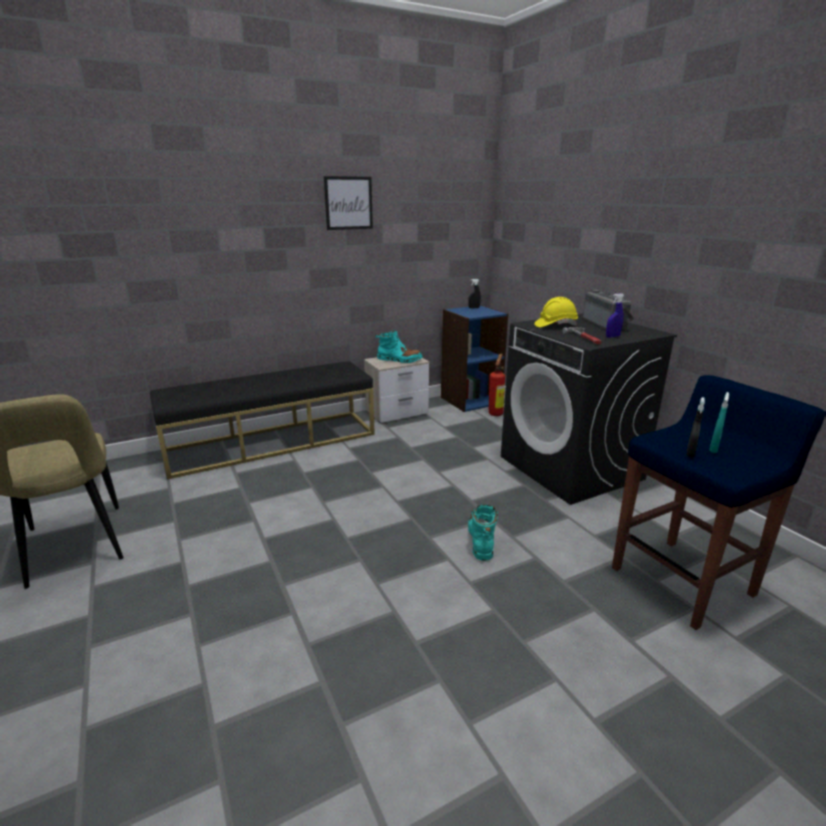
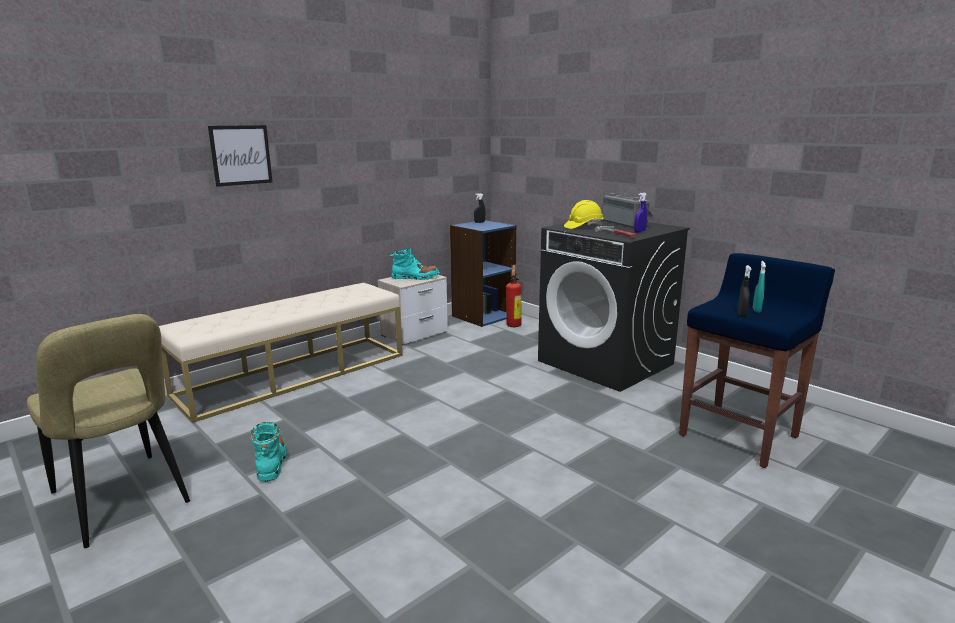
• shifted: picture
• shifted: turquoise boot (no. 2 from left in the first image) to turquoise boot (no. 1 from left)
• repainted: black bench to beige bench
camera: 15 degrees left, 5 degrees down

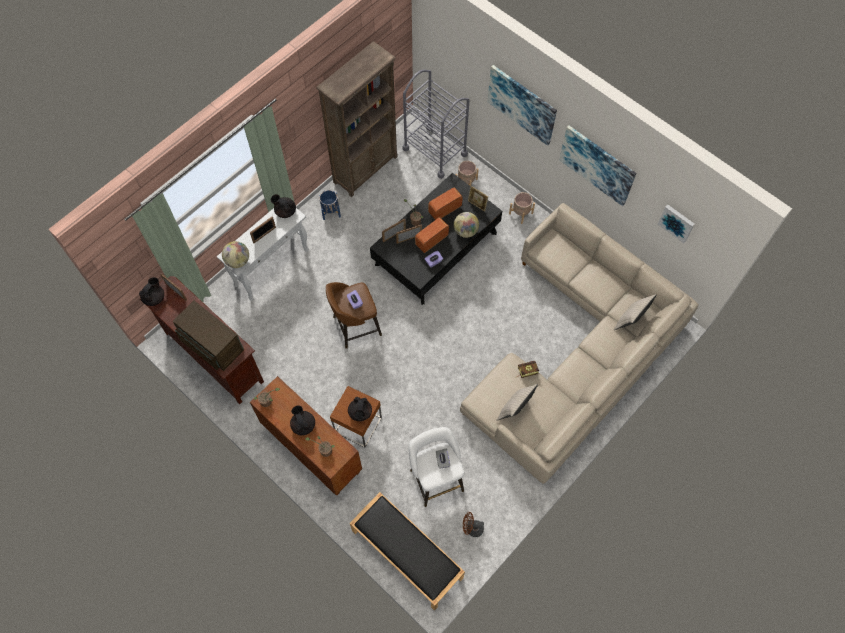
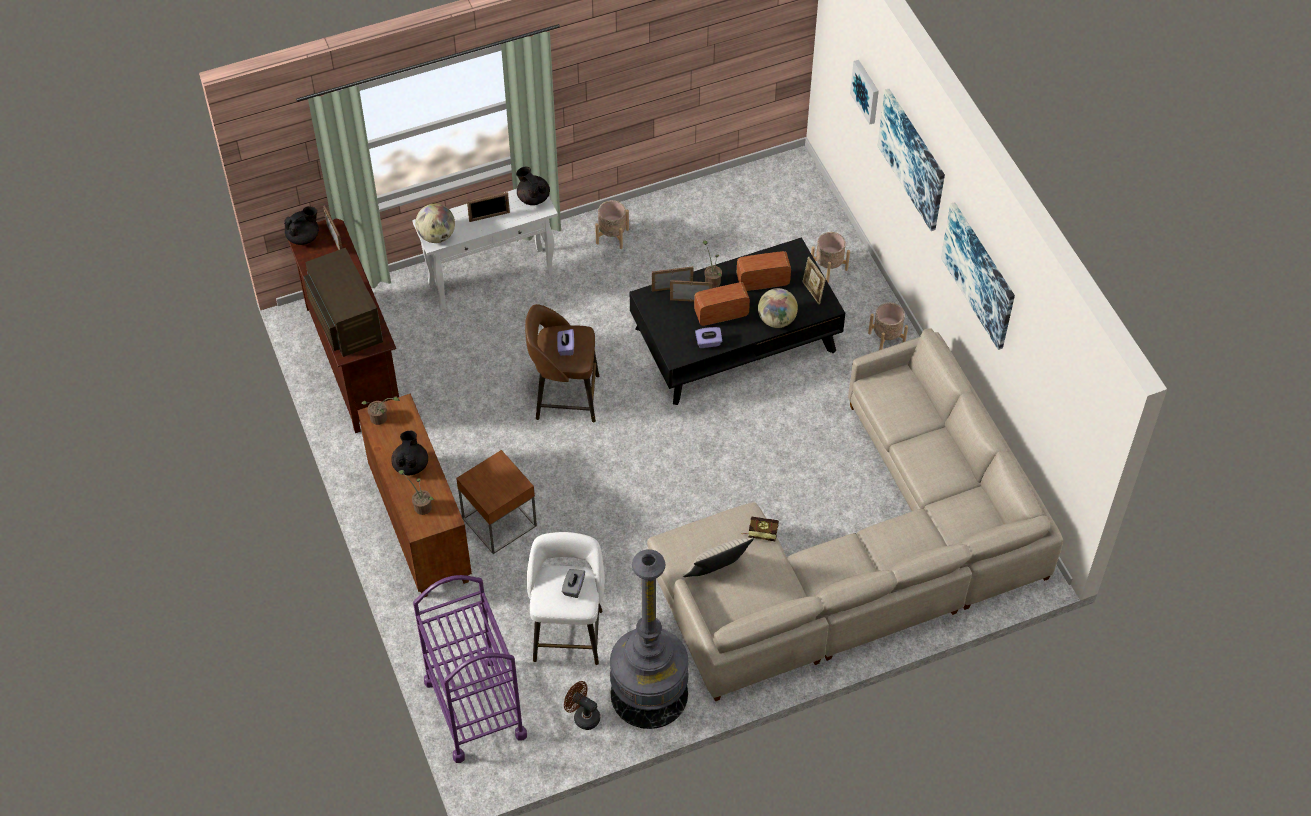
• gone: brown bookcase
• gone: black teapot (no. 4 from left)
• gone: grey cart
• gone: beige pillow (no. 2 from left)
• new: grey floor lamp
• shifted: picture (no. 3 from left in the first image) to picture (no. 1 from left)
• swapped: black bench to purple cart
• repainted: blue planter to beige planter (no. 1 from left)
camera: 25 degrees right, 10 degrees down

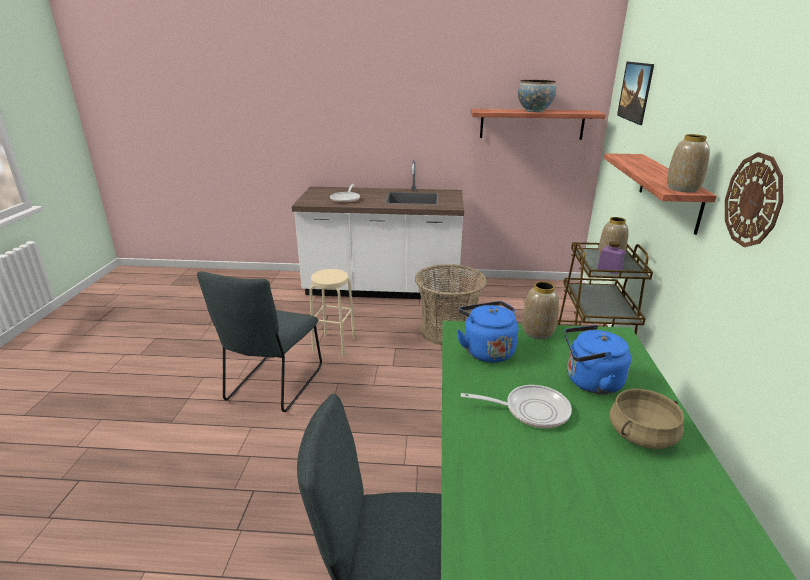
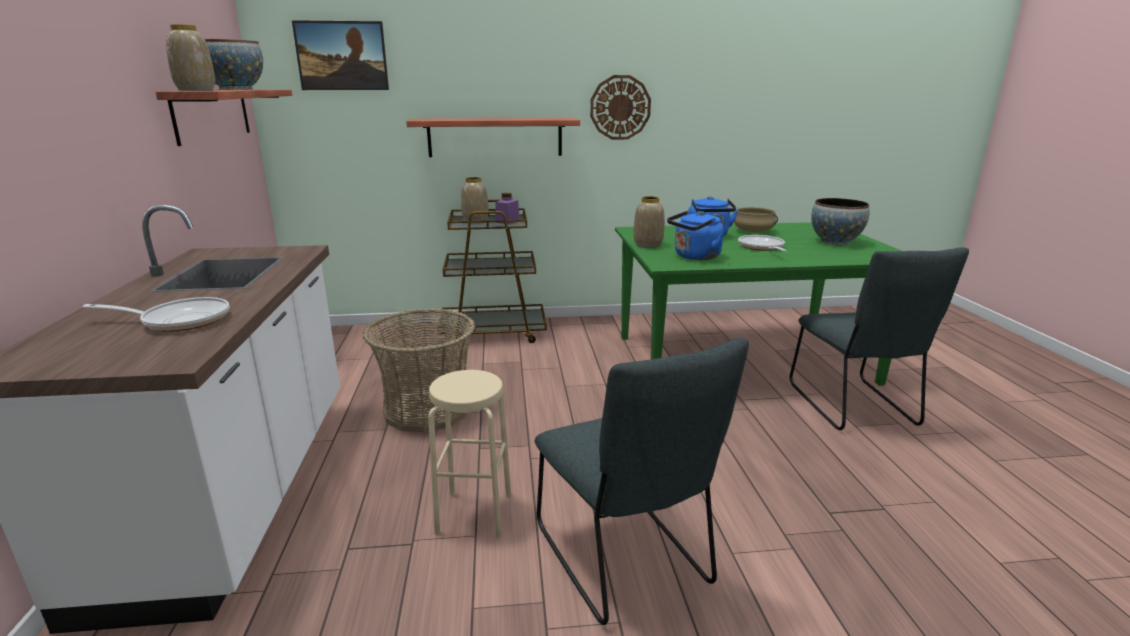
• new: bowl (no. 2 from left)
• shifted: vase (no. 3 from left in the first image) to vase (no. 1 from left)
• rotated: grey chair (no. 1 from left) 60 degrees clockwise
camera: 100 degrees left, 5 degrees down

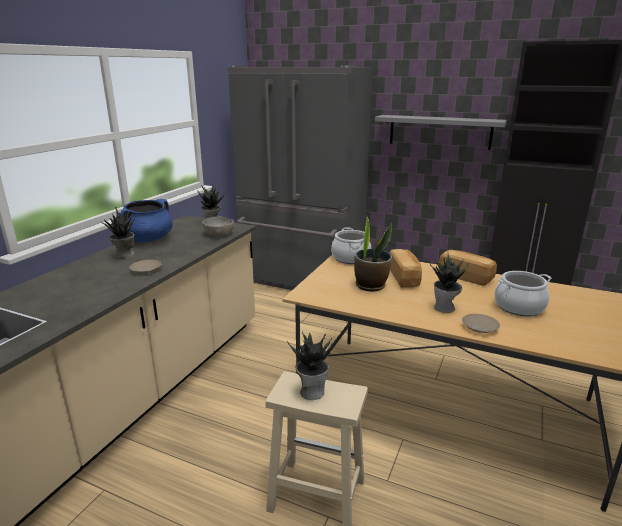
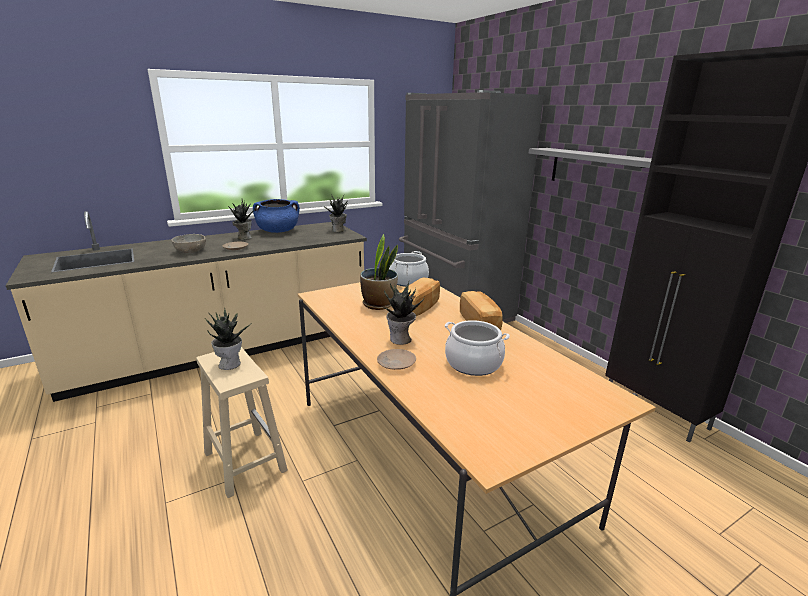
• shifted: grey bowl
camera: 35 degrees right, 0 degrees up

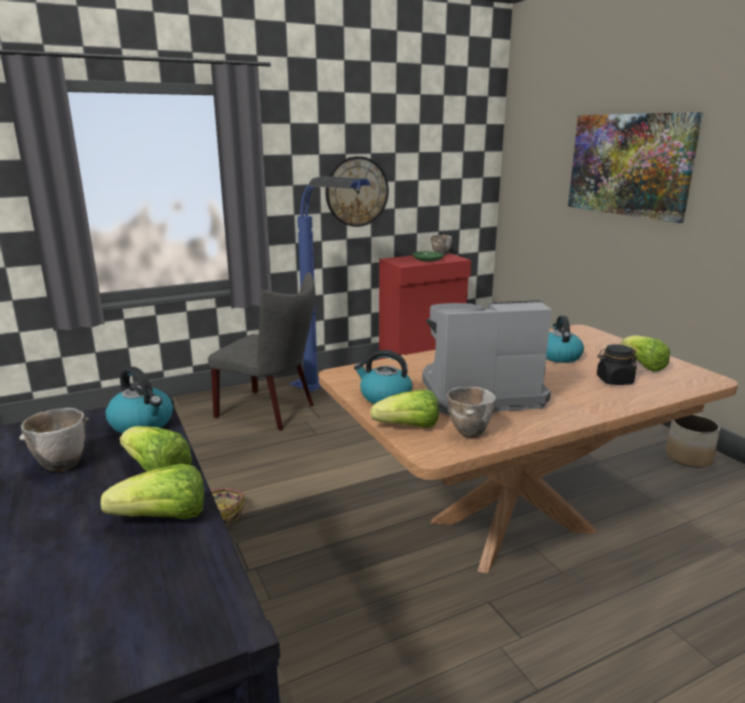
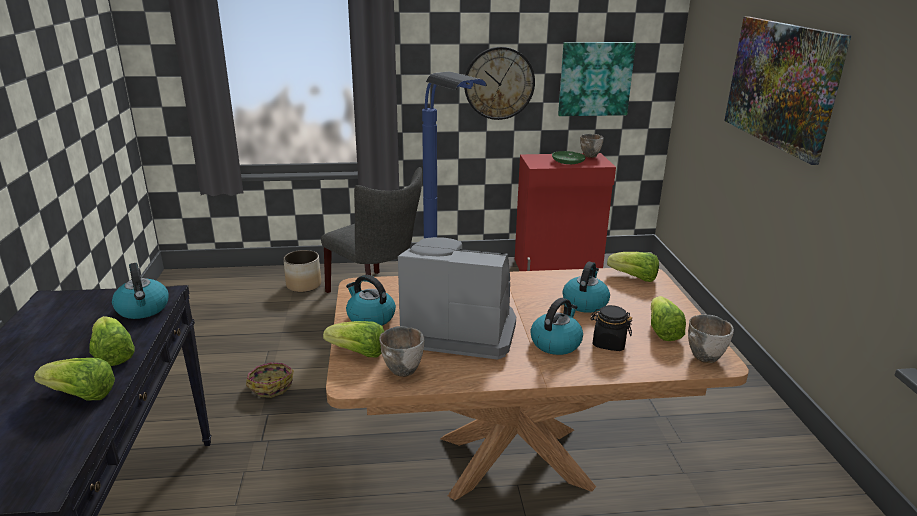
• new: kettle (no. 3 from left)
• new: picture (no. 1 from left)
• new: lettuce (no. 4 from left)
• shifted: bowl (no. 1 from left in the first image) to bowl (no. 3 from left)
• shifted: planter
camera: 20 degrees right, 5 degrees up

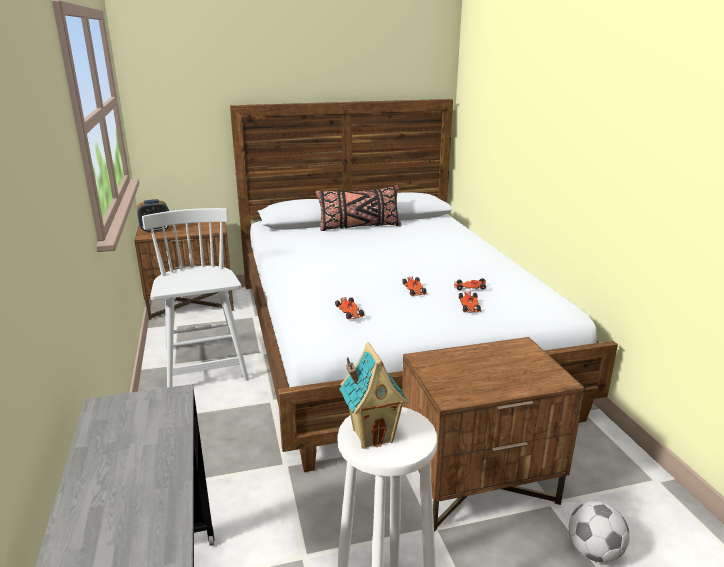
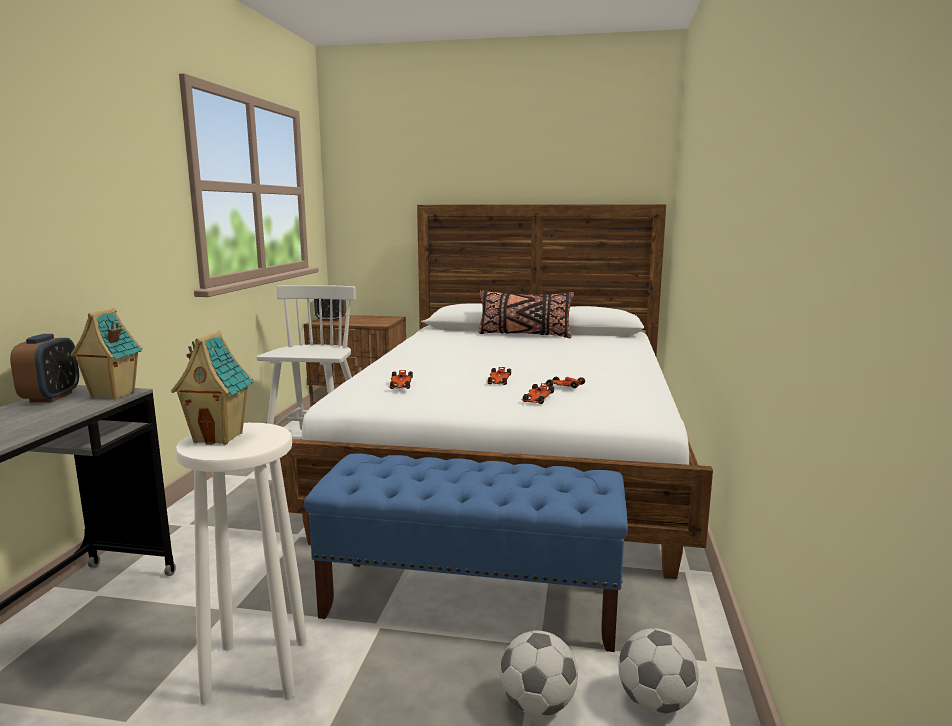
• new: alarm clock (no. 1 from left)
• new: toy house (no. 1 from left)
• new: football (no. 2 from left)
• swapped: brown nightstand (no. 2 from left) to blue bench
camera: 25 degrees right, 10 degrees down

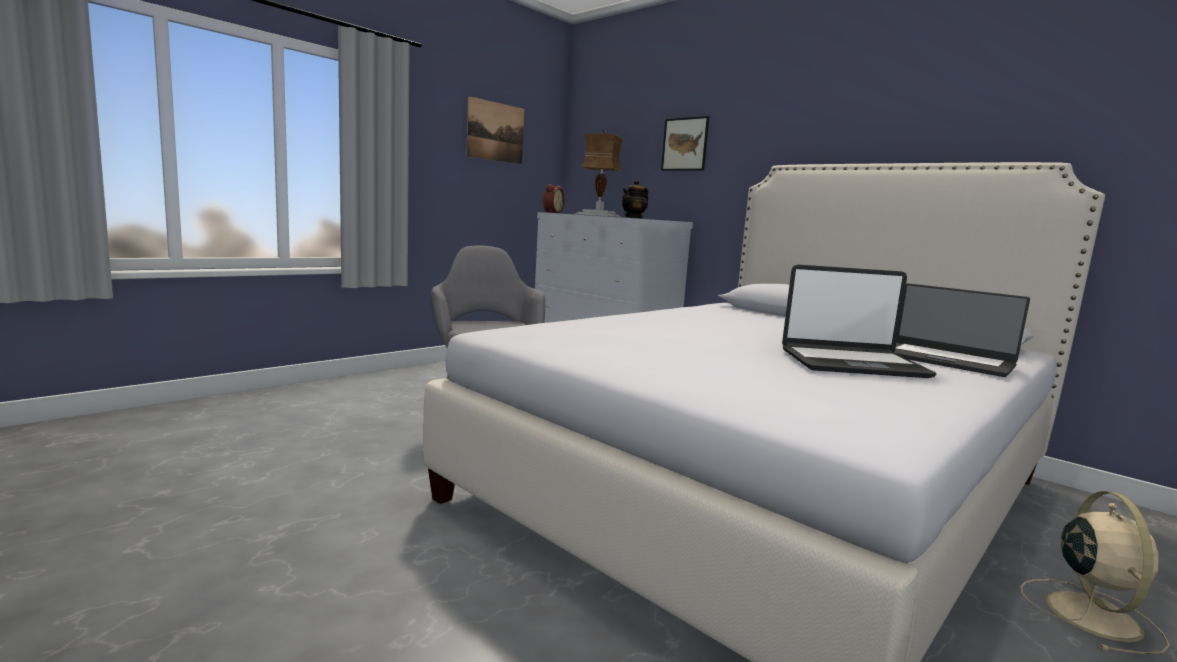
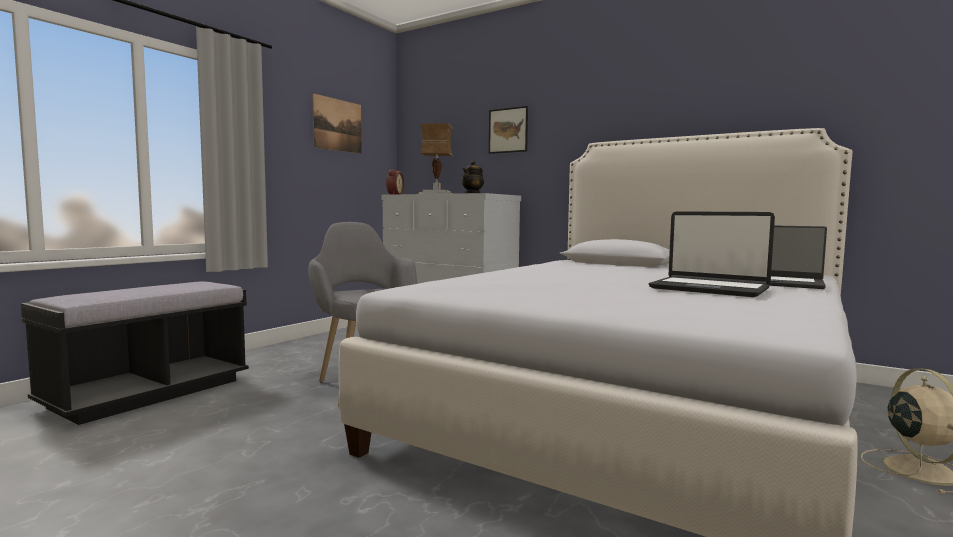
• new: black bench
• rotated: laptop (no. 1 from left) 45 degrees clockwise
camera: 10 degrees left, 5 degrees down

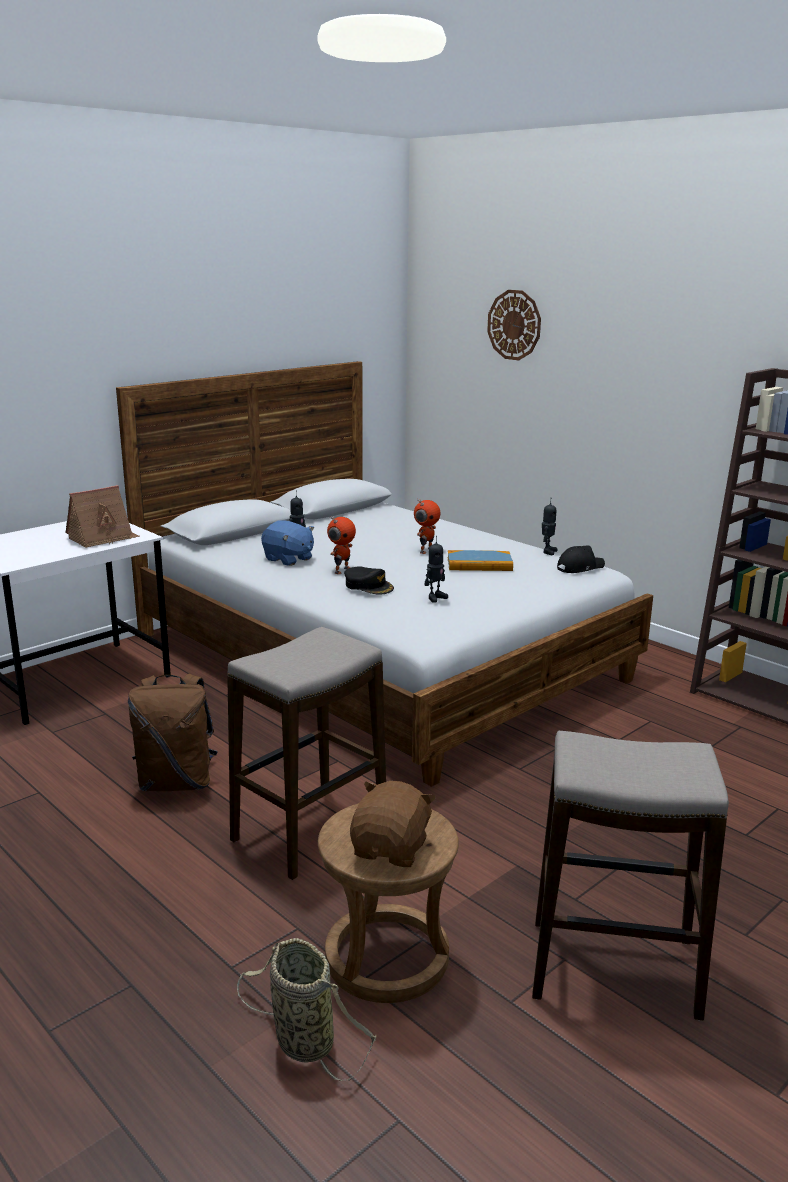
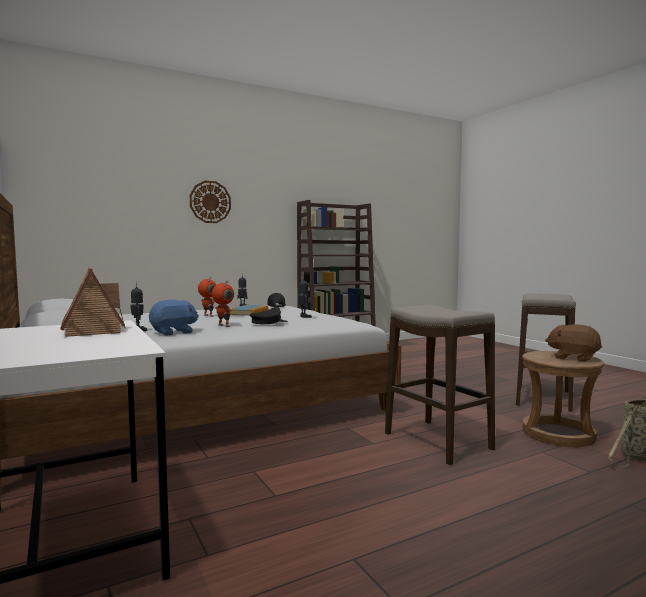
• gone: brown backpack
• shifted: wall clock
camera: 75 degrees left, 15 degrees down

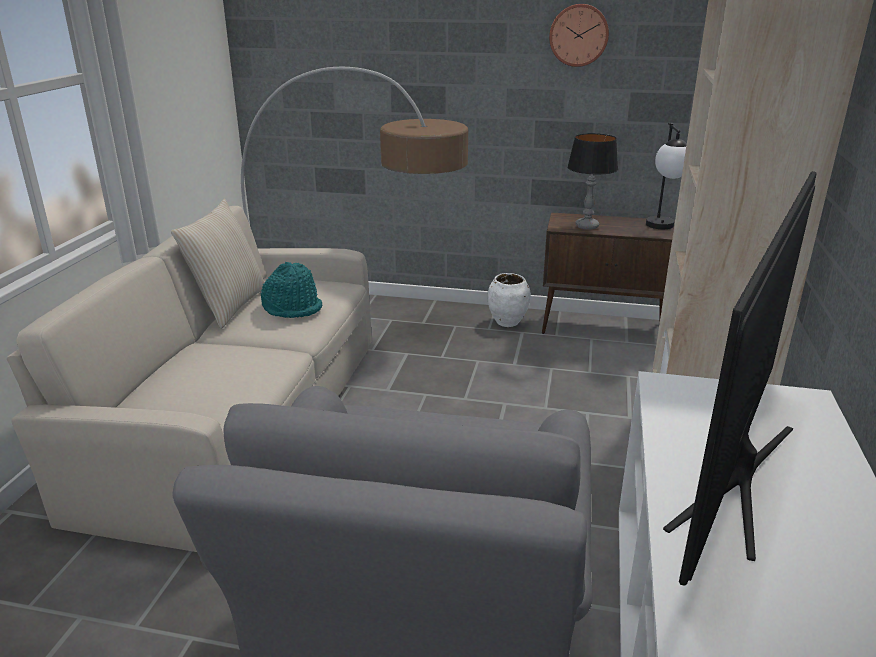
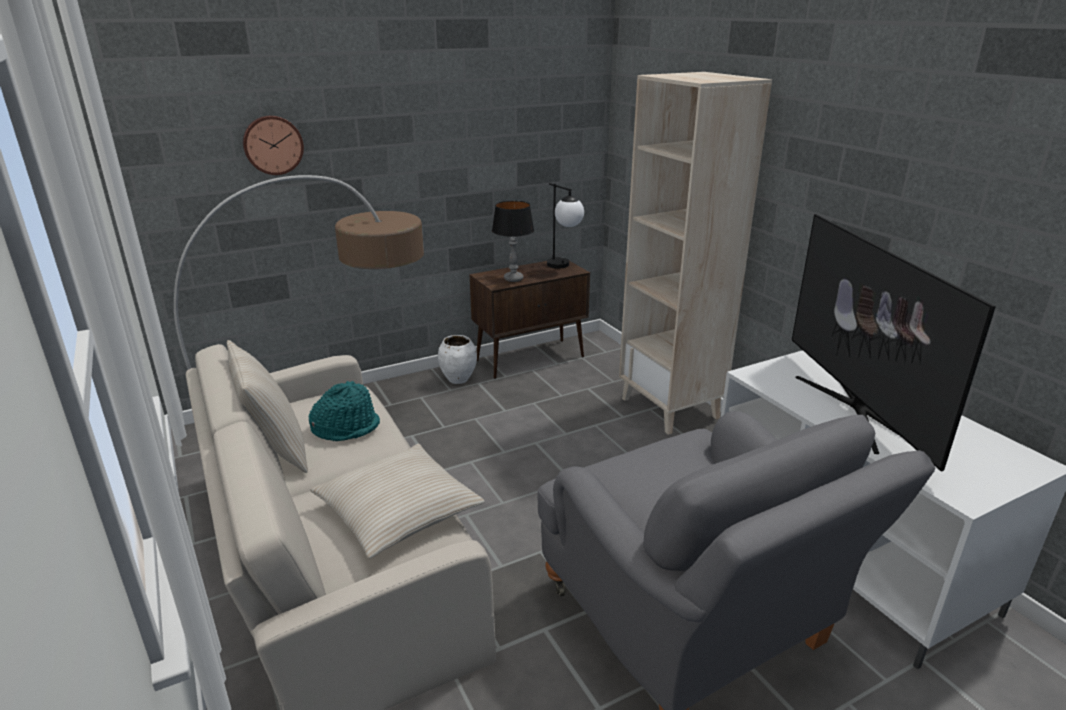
• new: beige pillow (no. 2 from left)
• shifted: wall clock
camera: 40 degrees left, 0 degrees up

